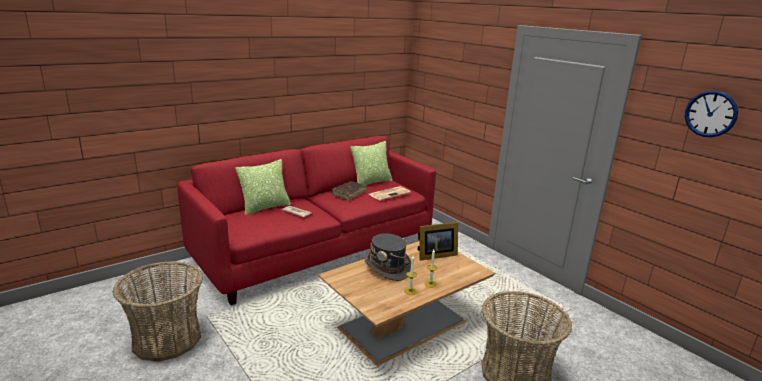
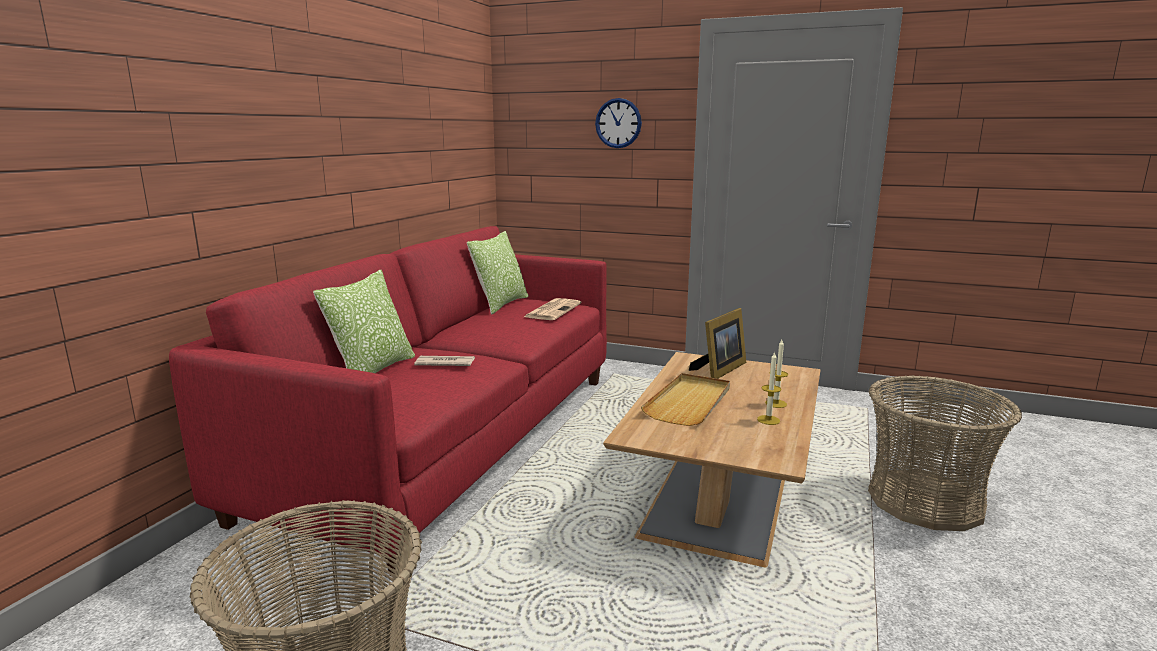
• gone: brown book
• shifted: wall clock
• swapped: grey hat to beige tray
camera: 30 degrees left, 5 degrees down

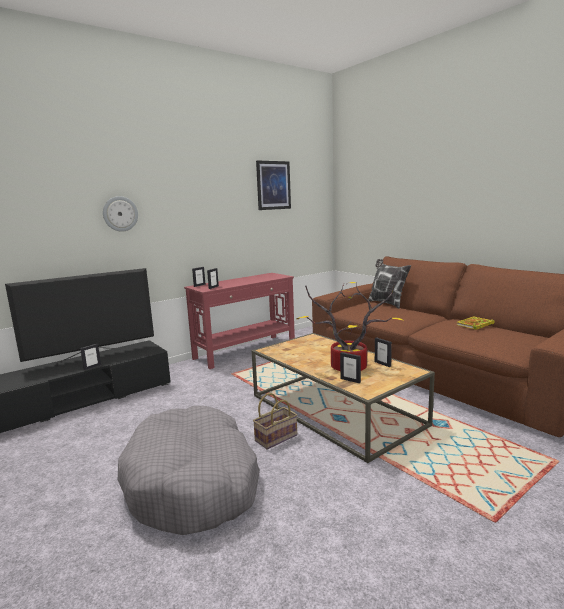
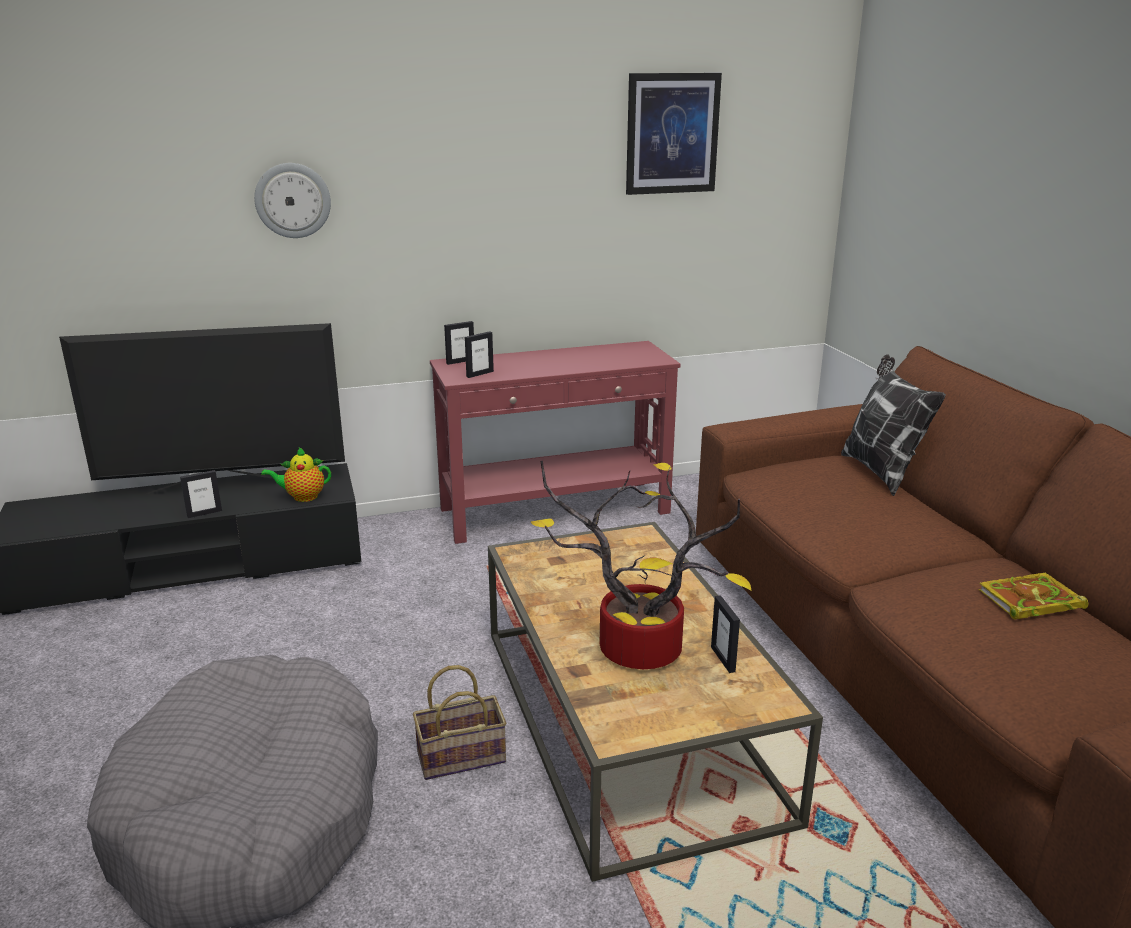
• gone: picture frame (no. 4 from left)
• new: teapot
camera: 20 degrees right, 10 degrees up

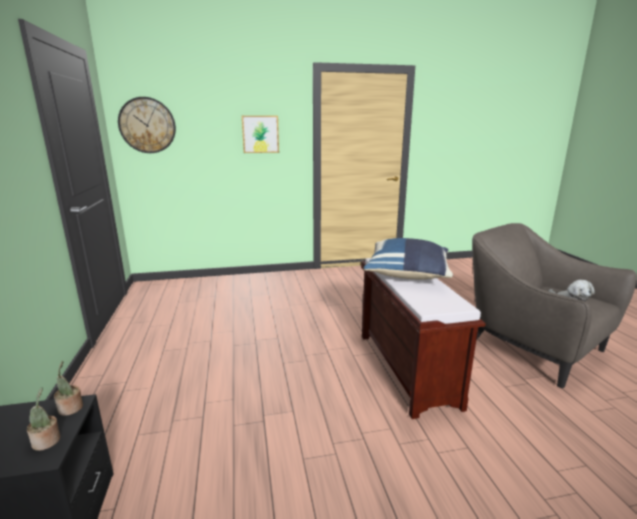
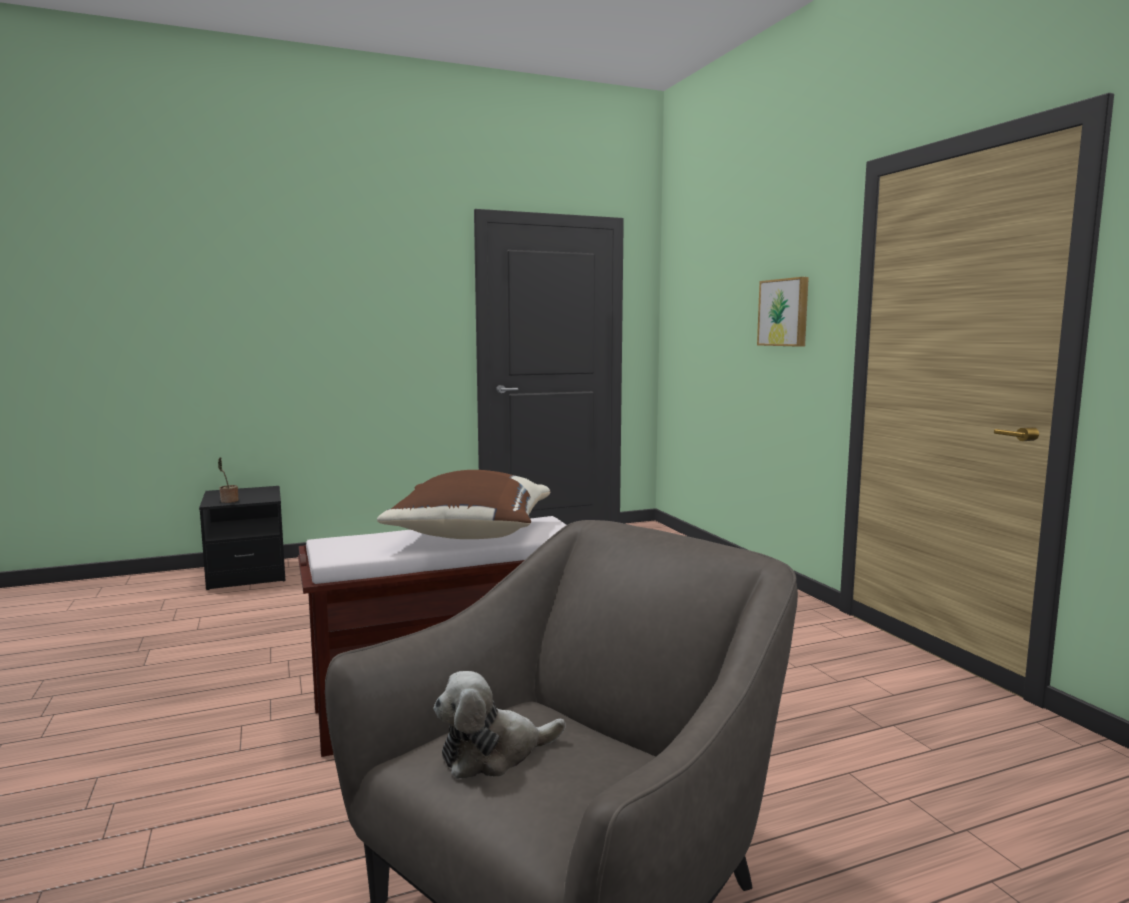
• gone: potted plant (no. 2 from left)
• gone: wall clock
• repainted: blue pillow to brown pillow
camera: 80 degrees right, 10 degrees down

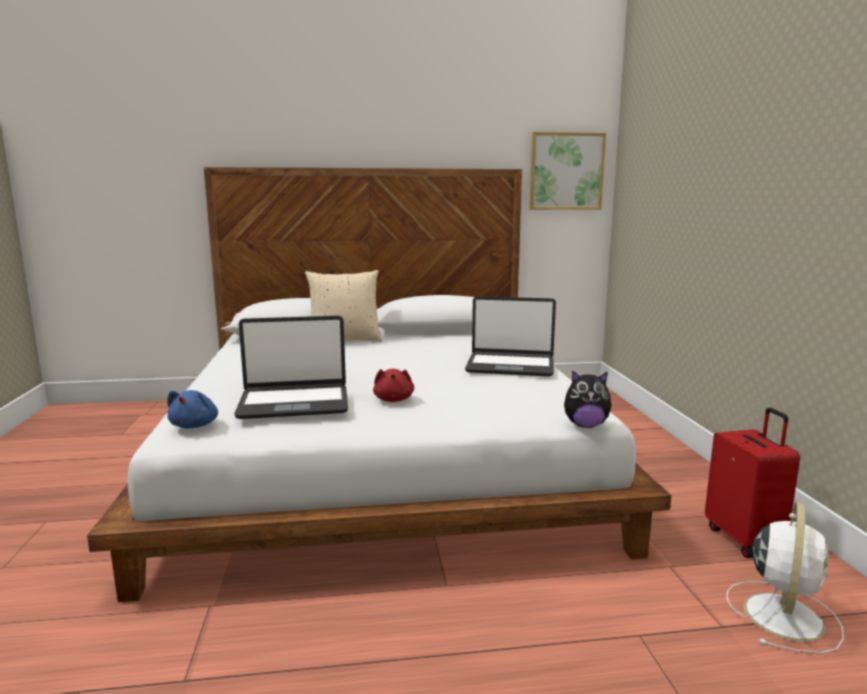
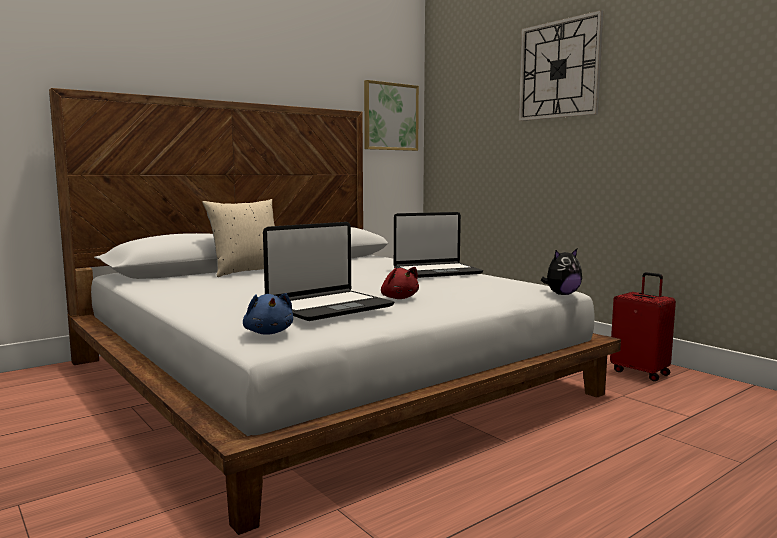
• gone: white fan
• new: wall clock
camera: 30 degrees left, 5 degrees down

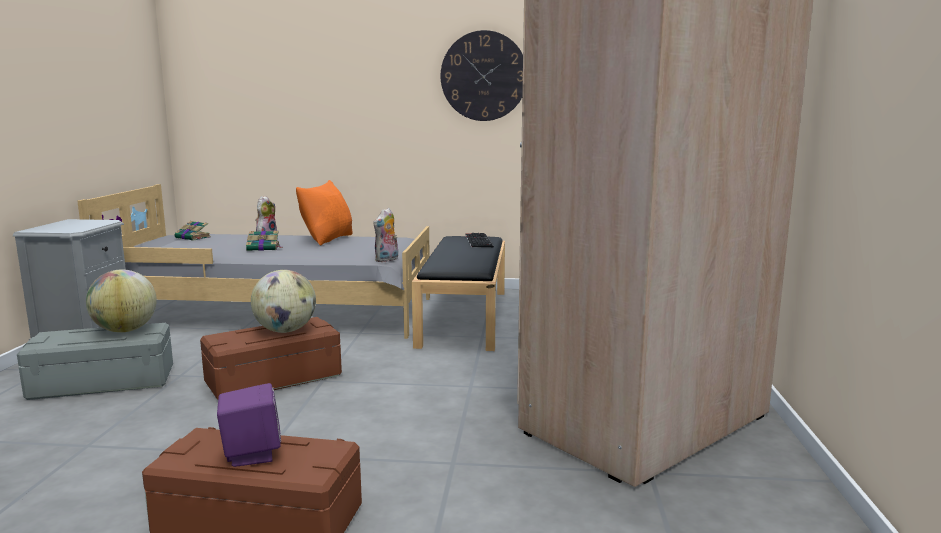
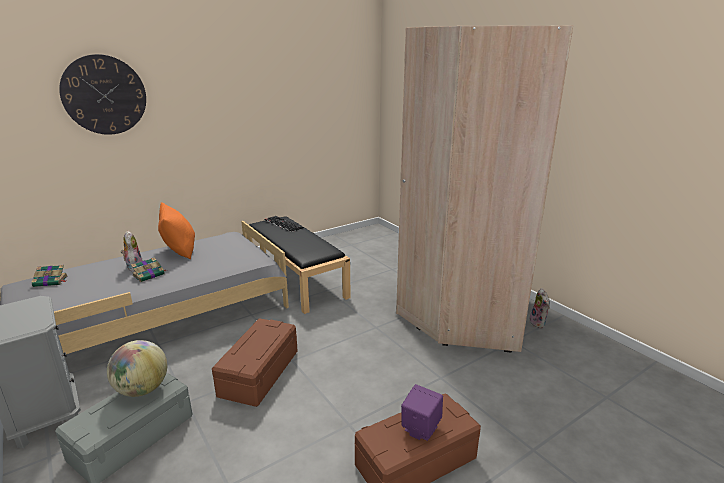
• gone: globe (no. 2 from left)
• shifted: plush toy (no. 2 from left)
• shifted: wall clock
camera: 40 degrees left, 10 degrees up

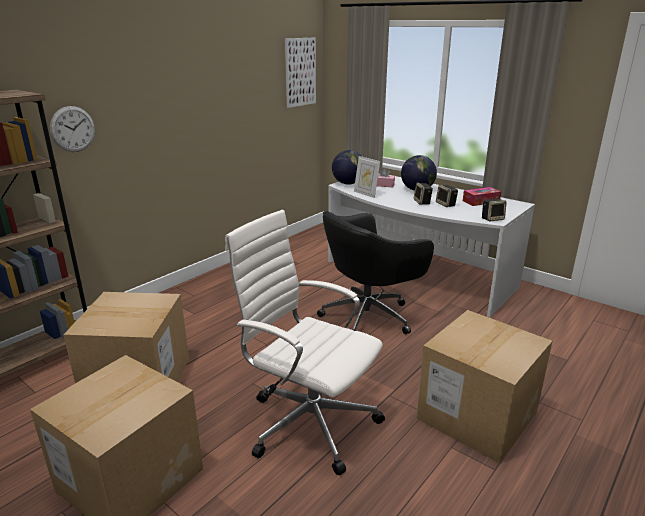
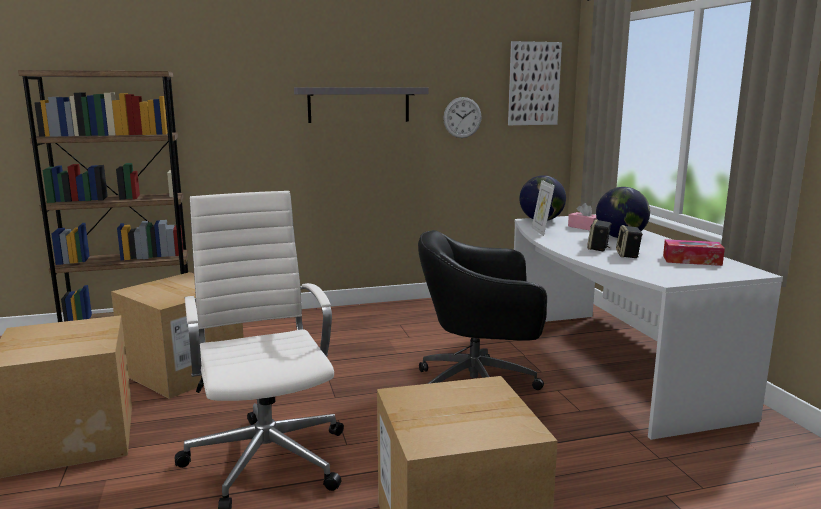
• gone: speaker (no. 3 from left)
• new: grey shelf
• shifted: wall clock
camera: 35 degrees right, 10 degrees down

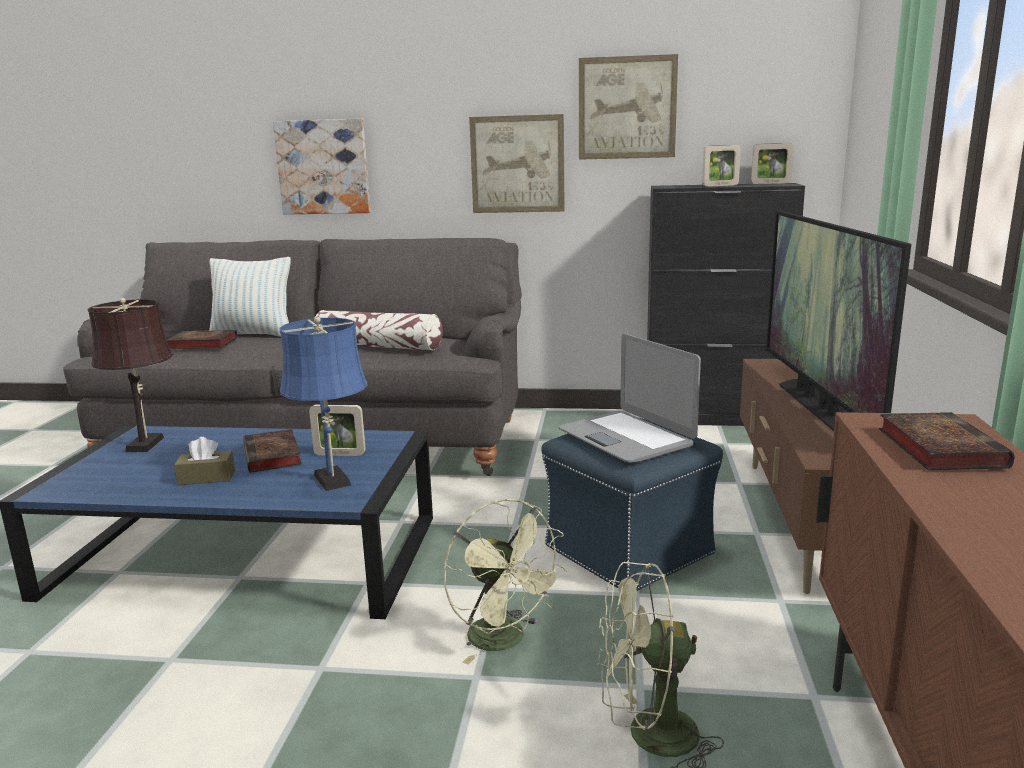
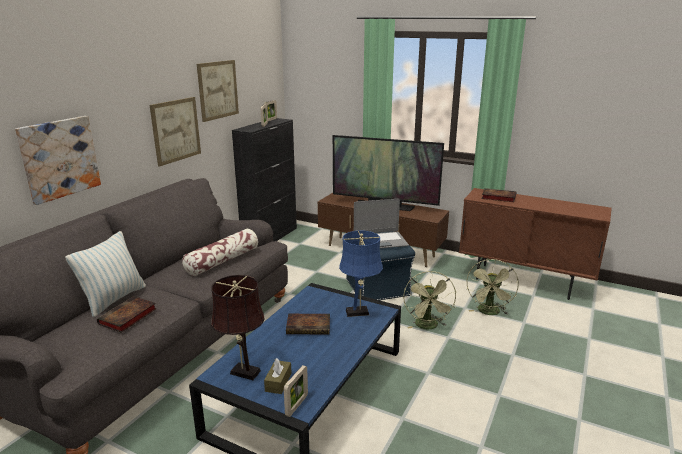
• shifted: brown tissue box
• shifted: picture frame (no. 1 from left in the first image) to picture frame (no. 3 from left)
• rotated: green fan (no. 1 from left) 105 degrees clockwise
camera: 70 degrees left, 5 degrees up

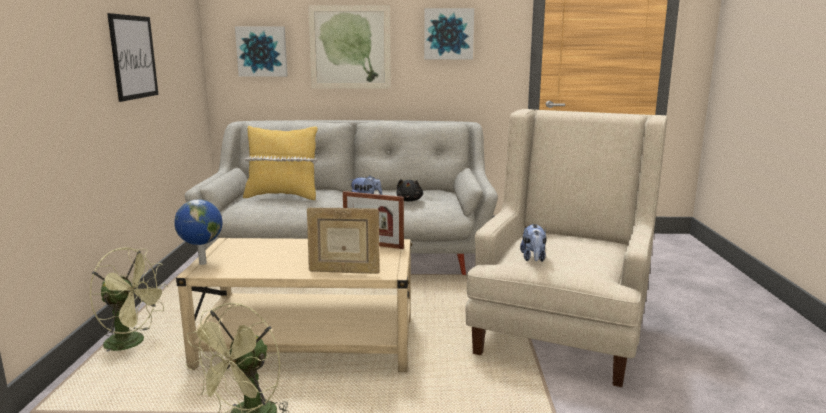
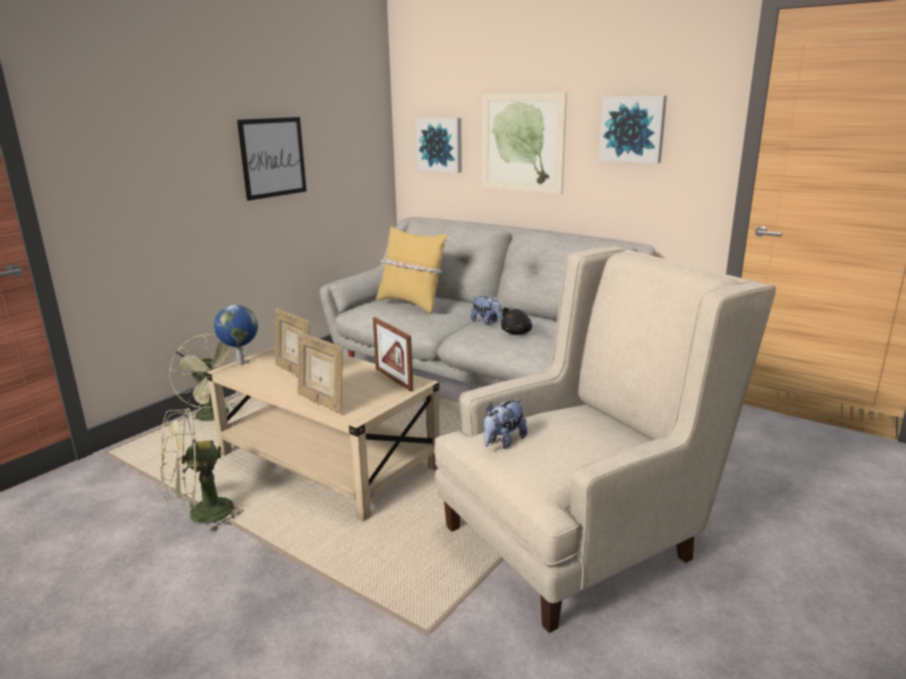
• new: picture frame (no. 1 from left)
camera: 35 degrees right, 5 degrees up

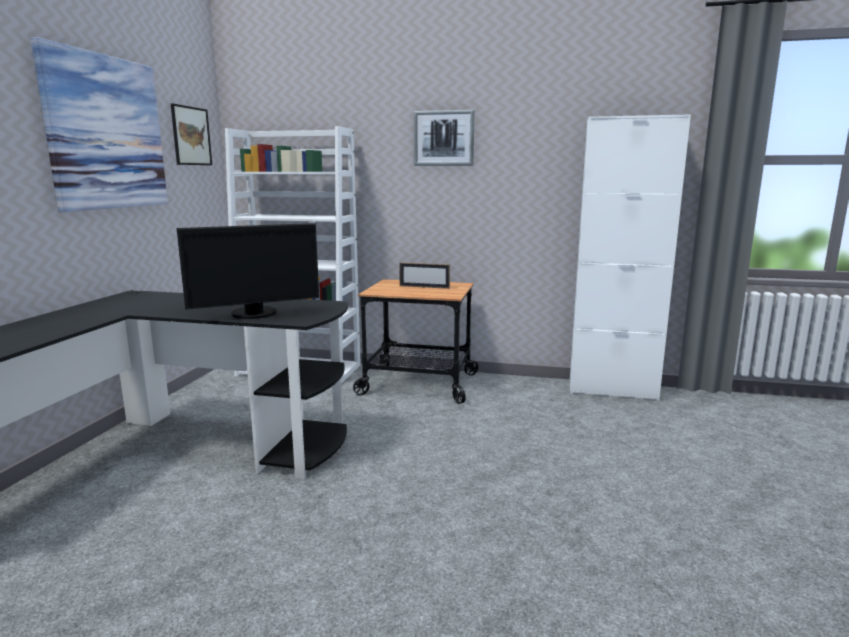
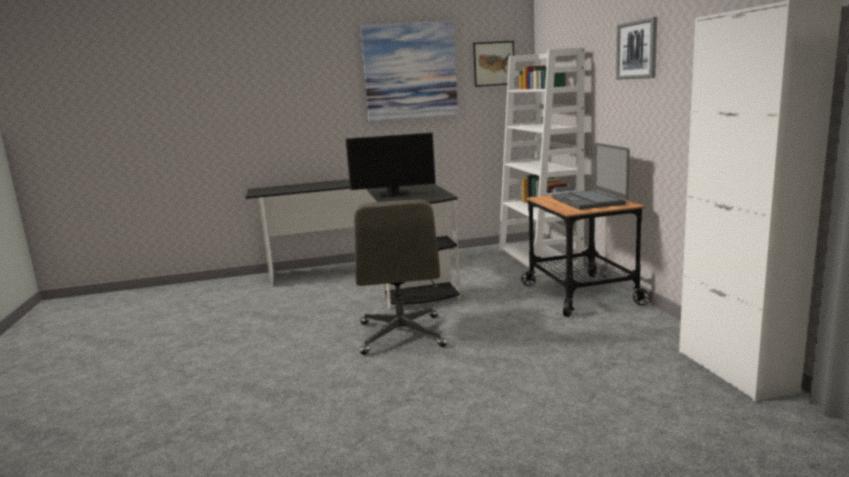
• new: grey office chair
• swapped: picture frame to laptop
• rotated: monitor 45 degrees counterclockwise
camera: 65 degrees right, 0 degrees up

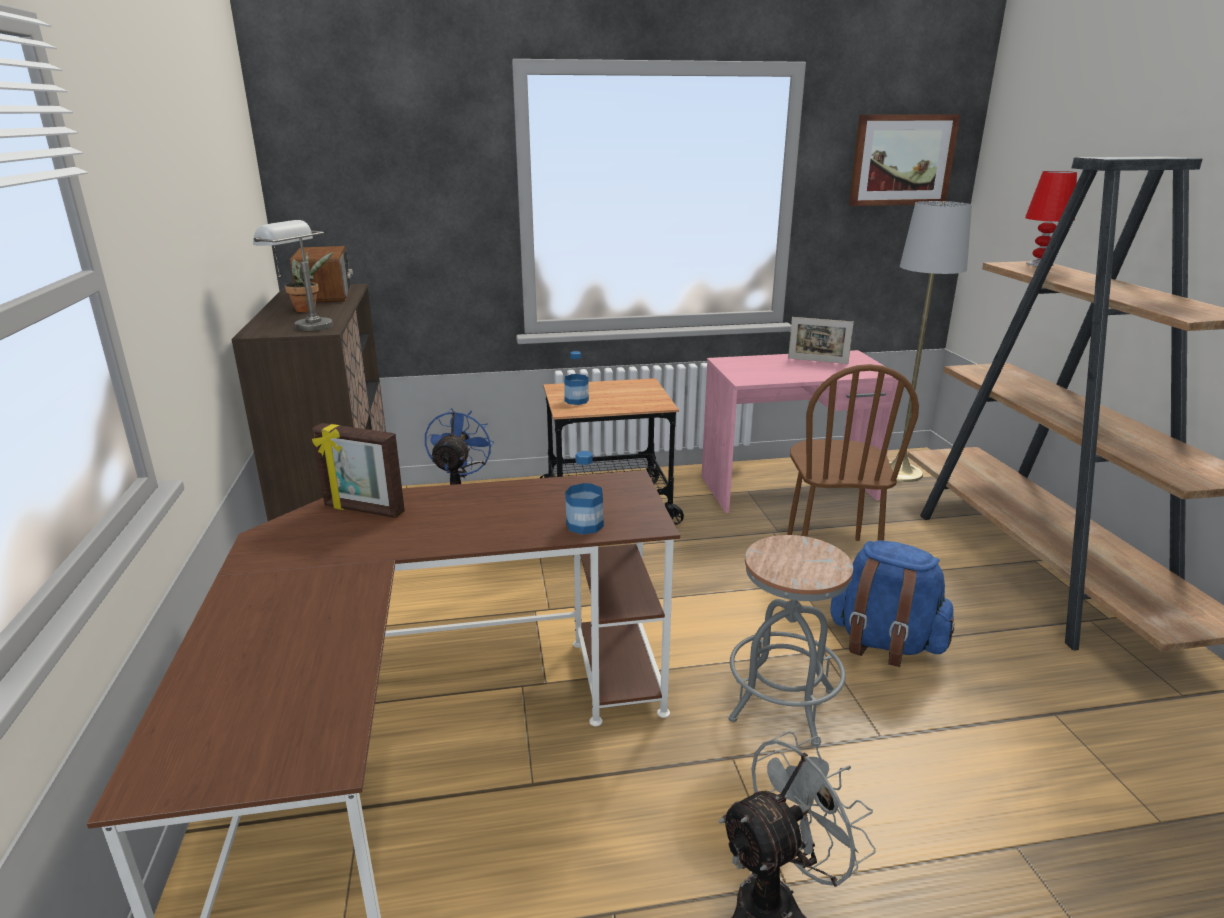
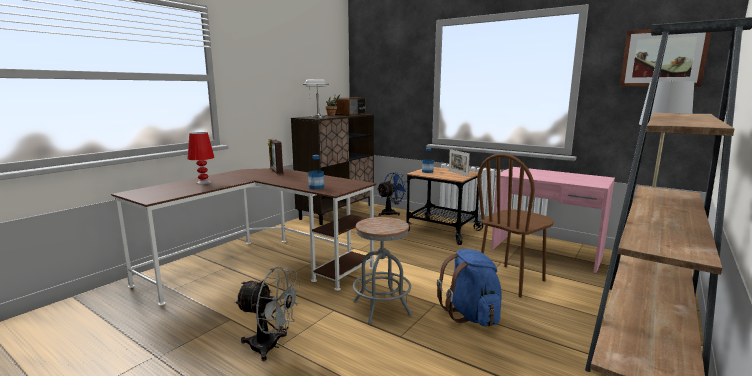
• shifted: picture frame (no. 2 from left)
• shifted: red table lamp
camera: 45 degrees right, 10 degrees down

